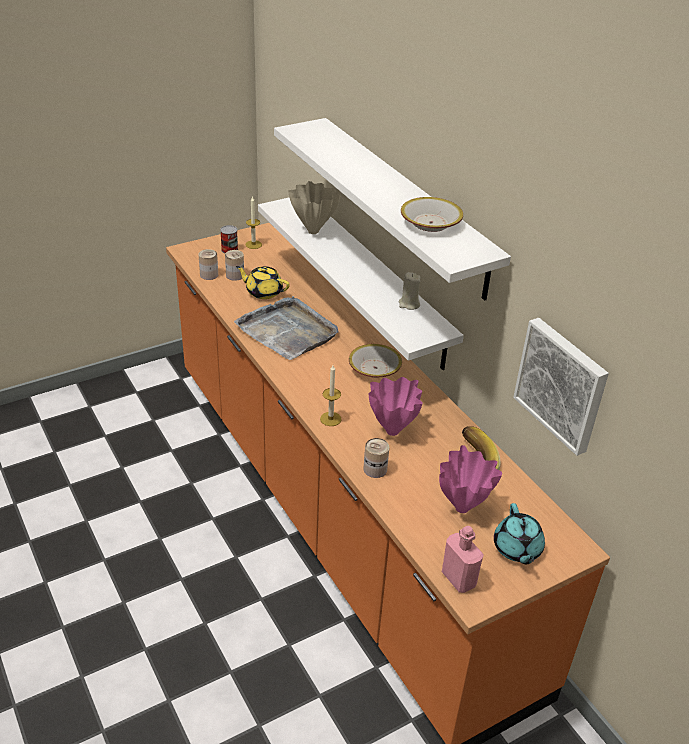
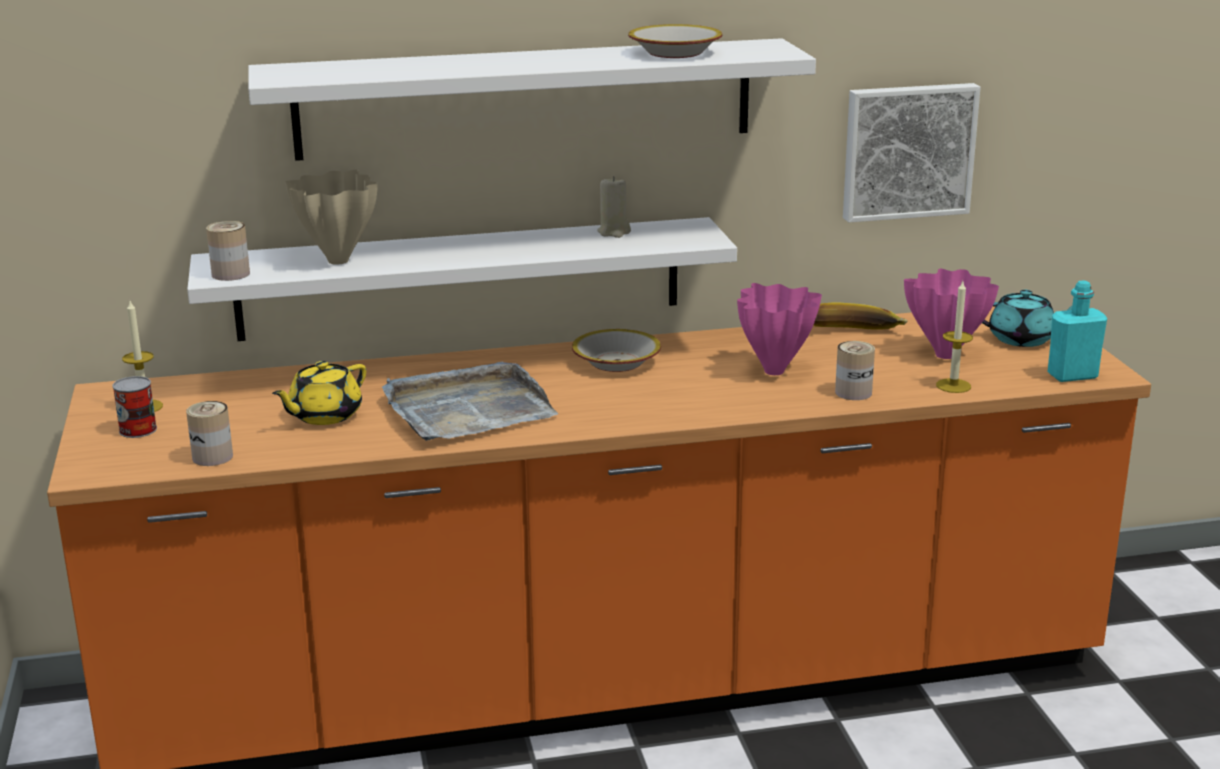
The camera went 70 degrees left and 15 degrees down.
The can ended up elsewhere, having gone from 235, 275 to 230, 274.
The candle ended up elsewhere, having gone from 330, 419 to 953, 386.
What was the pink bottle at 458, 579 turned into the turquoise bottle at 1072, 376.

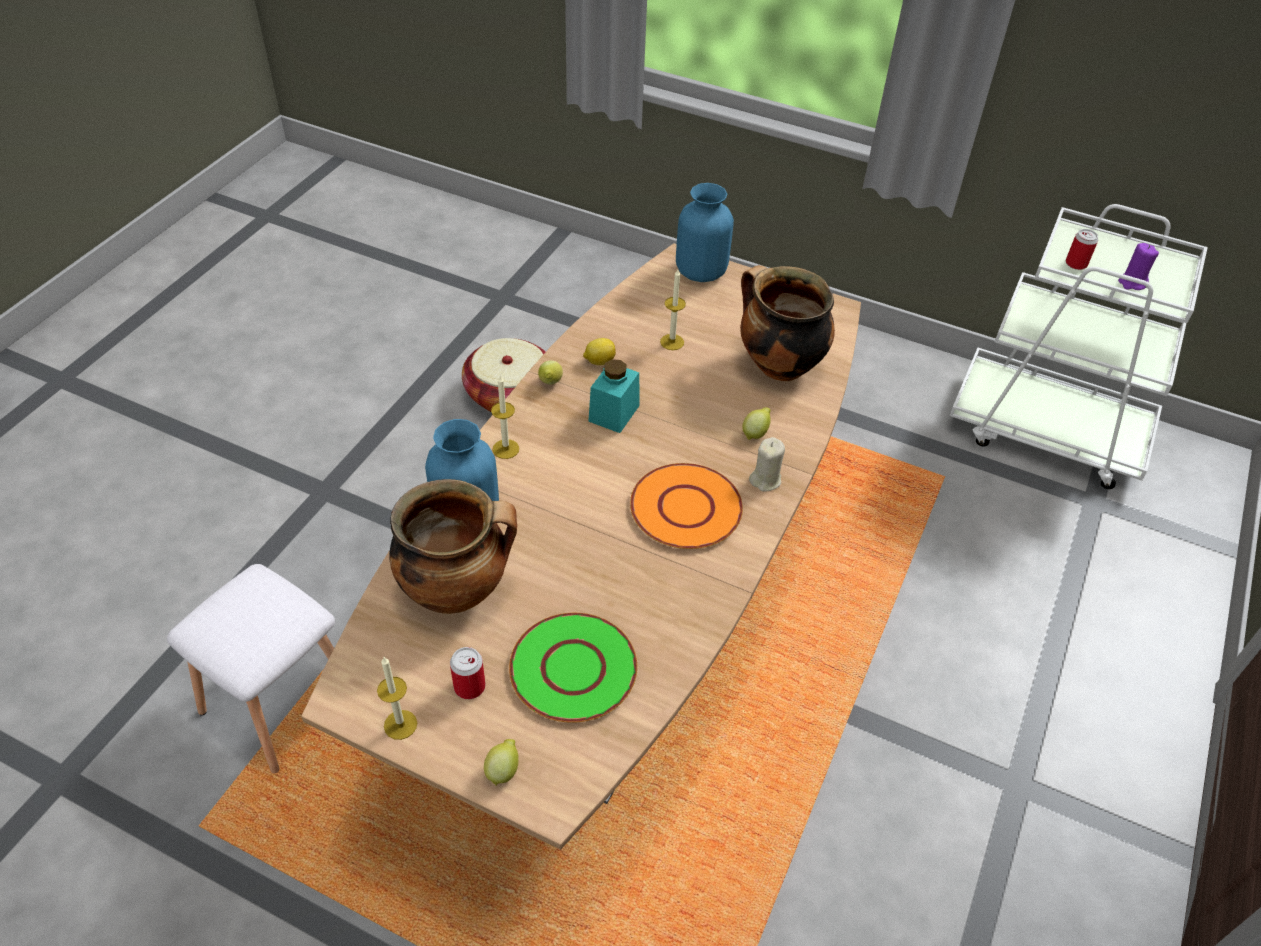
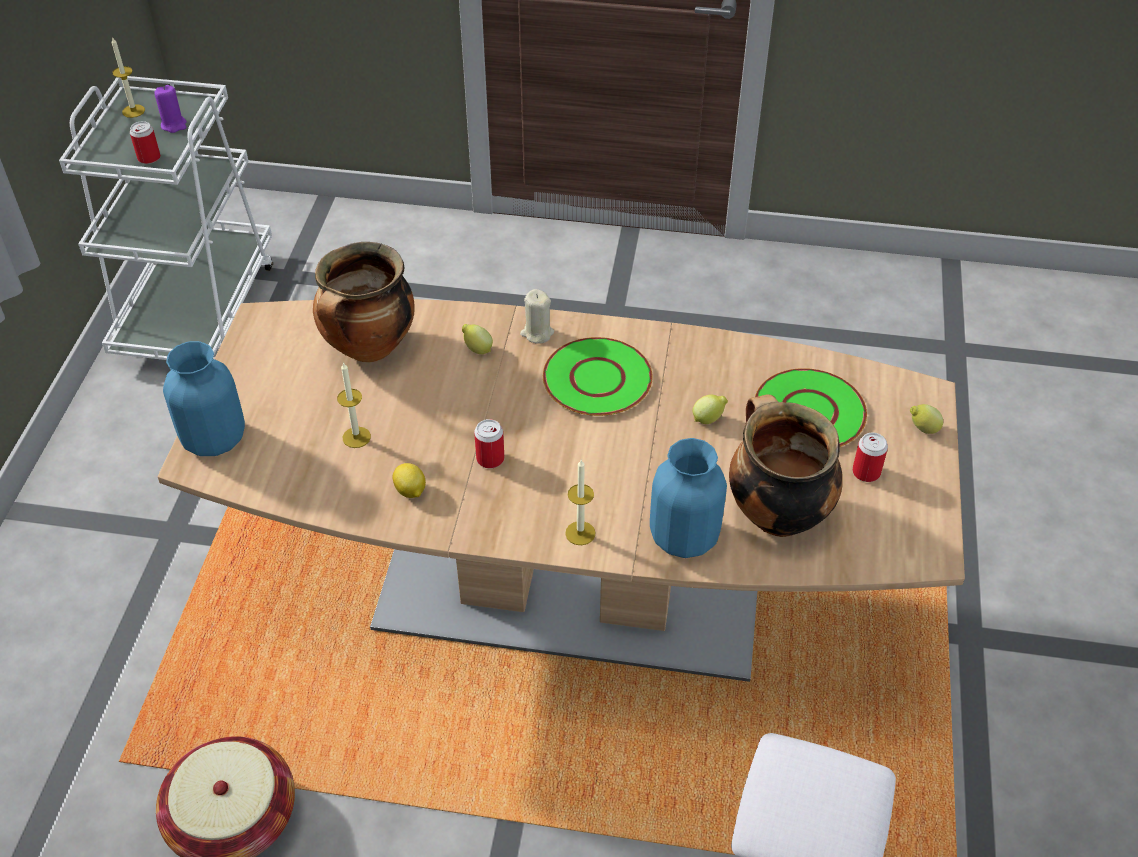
The camera went 105 degrees left and 0 degrees up.
Where the turquoise jar stood at 614, 413, the can came to stand at 490, 459.
The lemon ended up elsewhere, having gone from 550, 383 to 708, 419.
What was the orange plate at 686, 508 turned into the green plate at 597, 378.
The candle ended up elsewhere, having gone from 400, 724 to 133, 111.

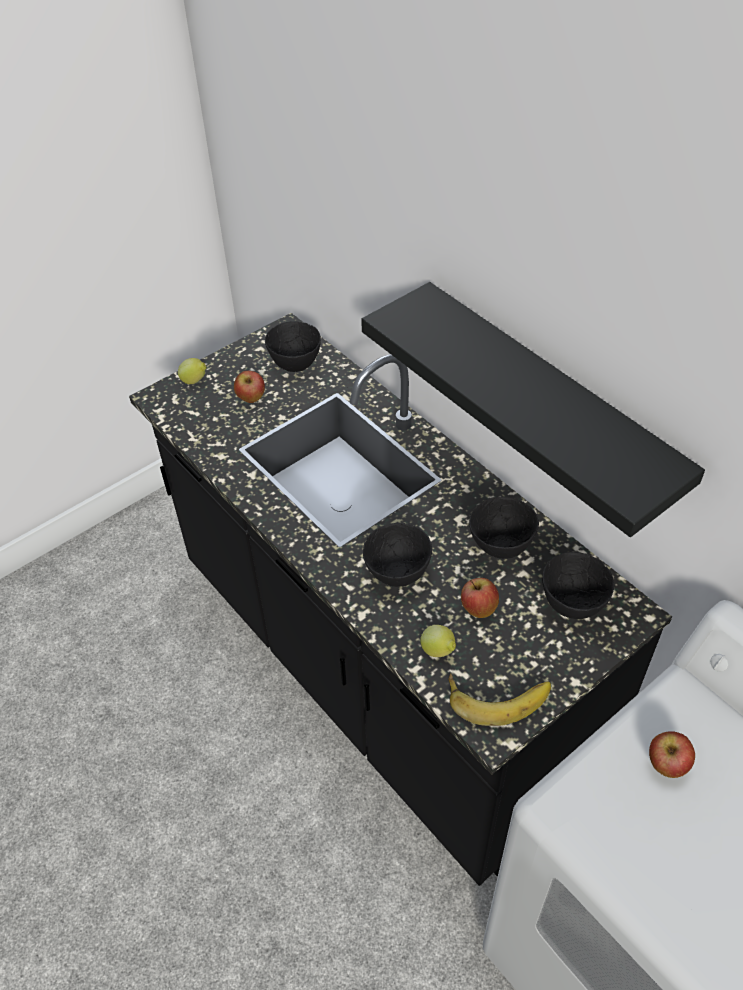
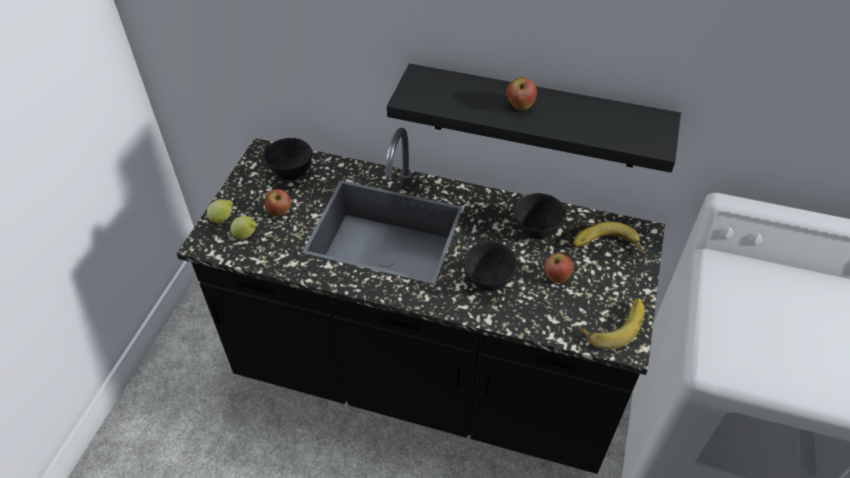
The camera went 35 degrees left and 0 degrees up.
Where the black bowl stood at 571, 605, the banana came to stand at 606, 246.
The lemon ended up elsewhere, having gone from 438, 651 to 246, 235.
The apple ended up elsewhere, having gone from 666, 765 to 520, 106.

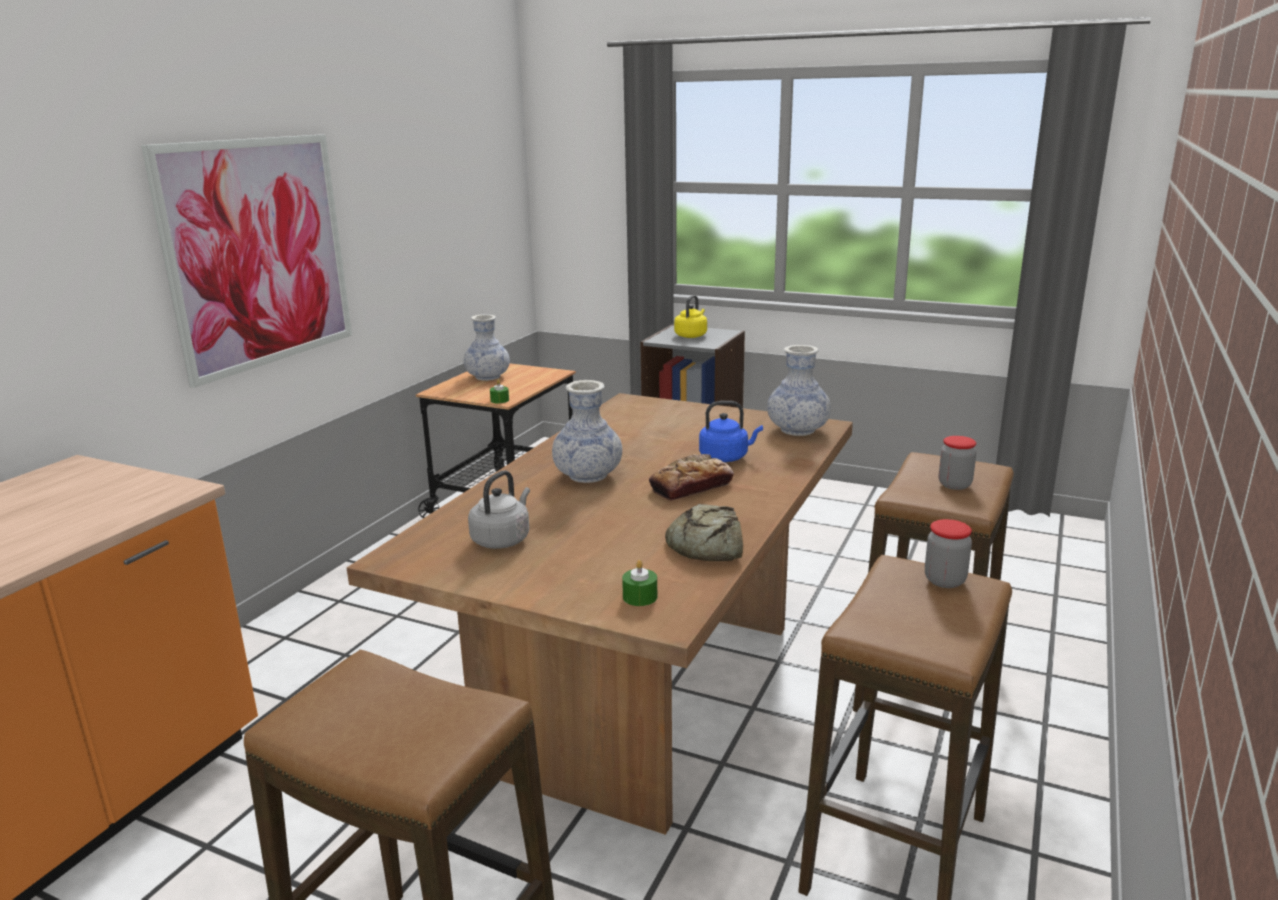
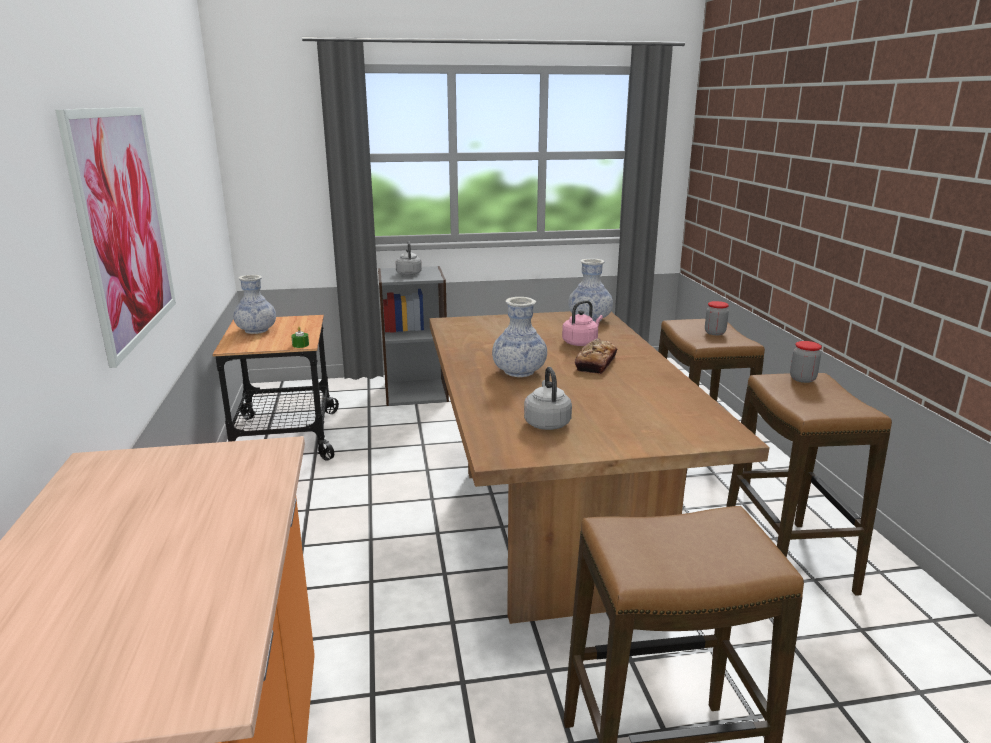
The camera went 35 degrees left and 0 degrees up.
What was the yellow kettle at 691, 335 turned into the grey kettle at 409, 273.
What was the blue kettle at 726, 457 turned into the pink kettle at 581, 343.
The second view lost the bread at 706, 545.
The second view lost the green candle at 640, 597.

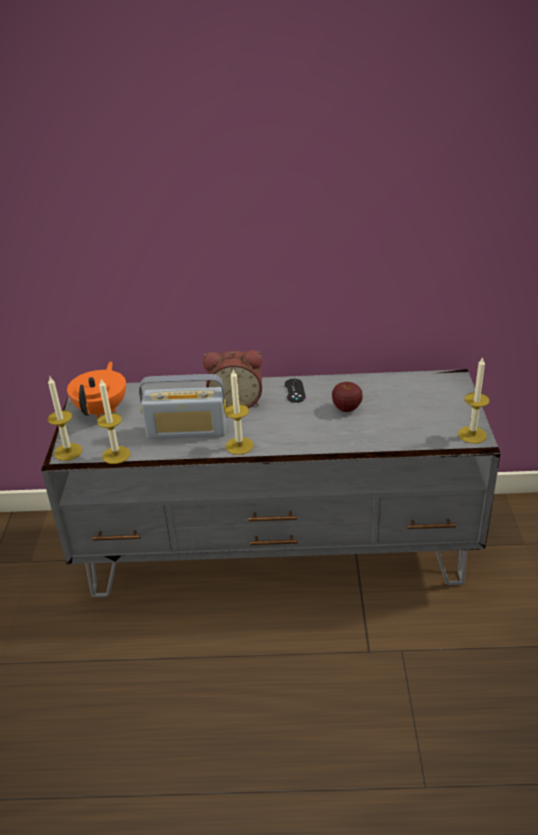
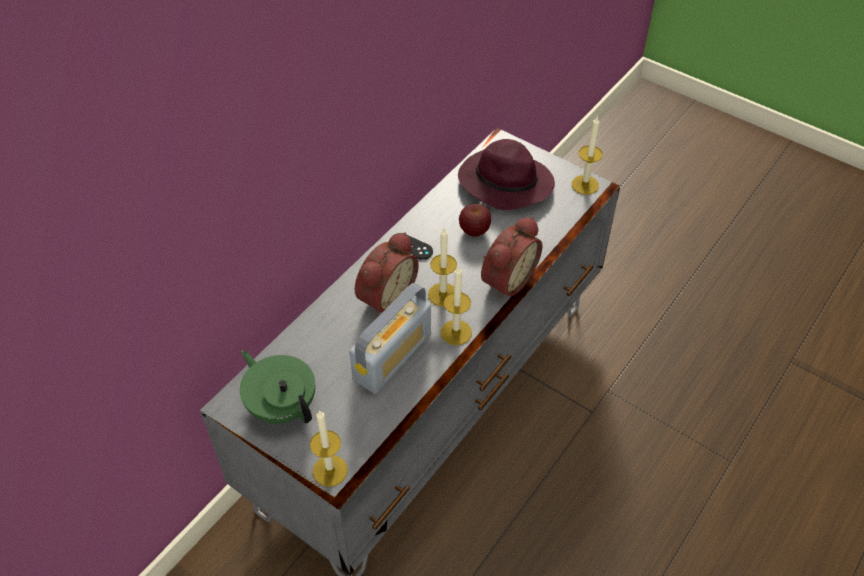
The camera went 55 degrees left and 15 degrees up.
What was the orange teapot at 102, 409 turned into the green teapot at 282, 405.
The candle ended up elsewhere, having gone from 116, 455 to 443, 294.
The second view gained the purple hat at 504, 183.
The second view gained the alarm clock at 506, 279.

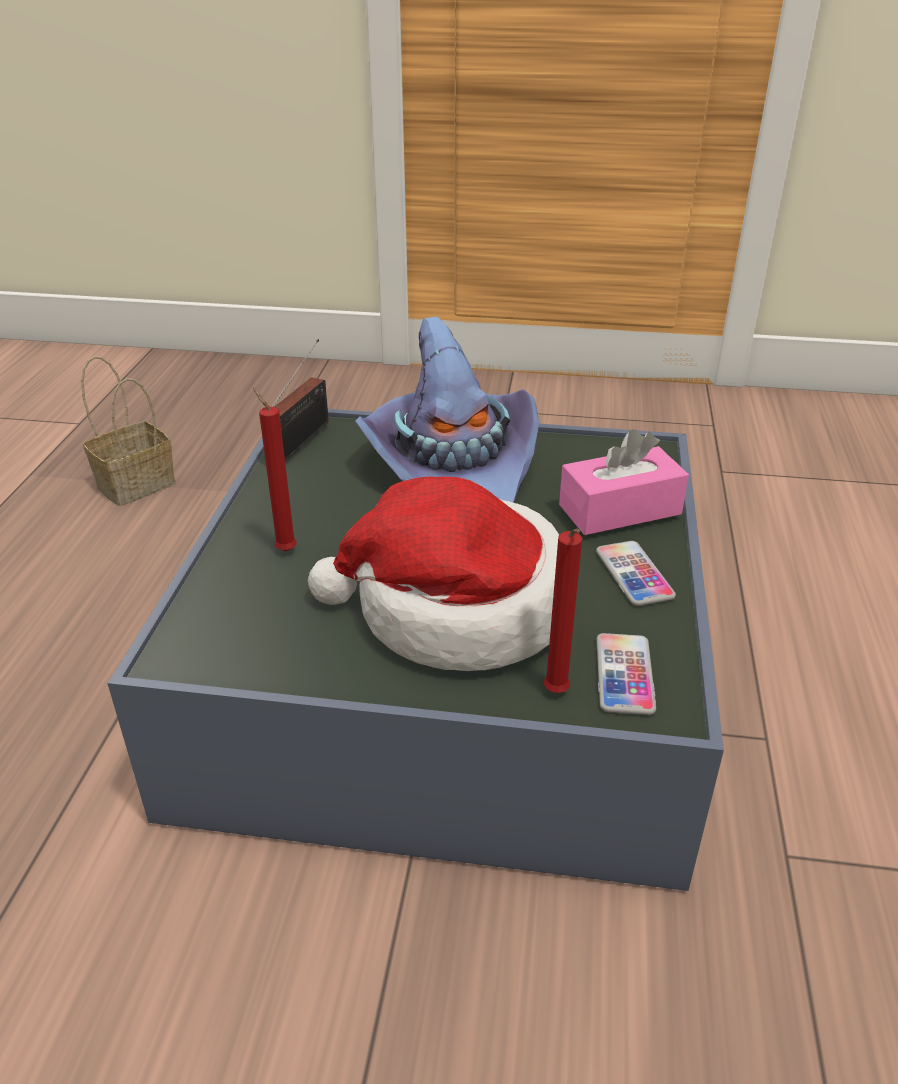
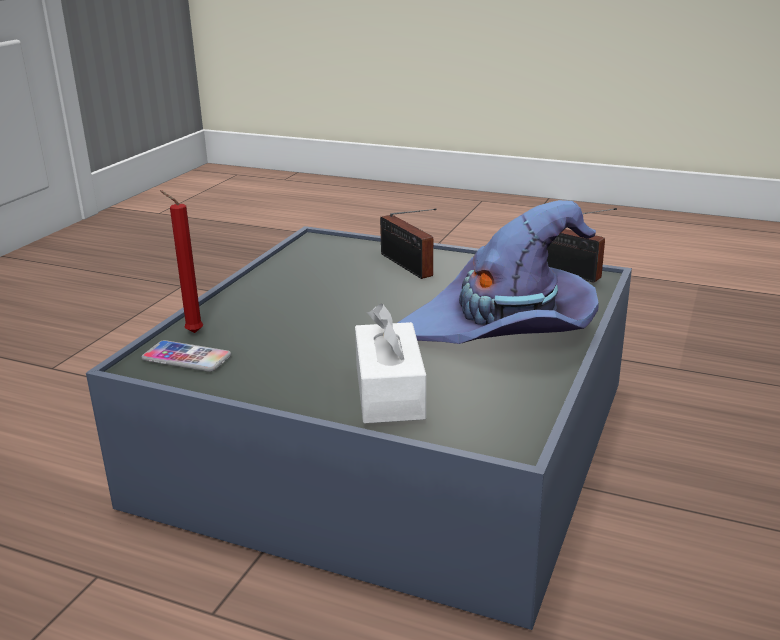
The camera went 105 degrees right and 10 degrees down.
The second view lost the basket at 138, 483.
Where the red candle stood at 284, 549, the radio came to stand at 407, 266.
What was the pink tissue box at 620, 509 turned into the white tissue box at 389, 392.
The second view lost the hat at 456, 608.
The second view lost the phone at 634, 574.

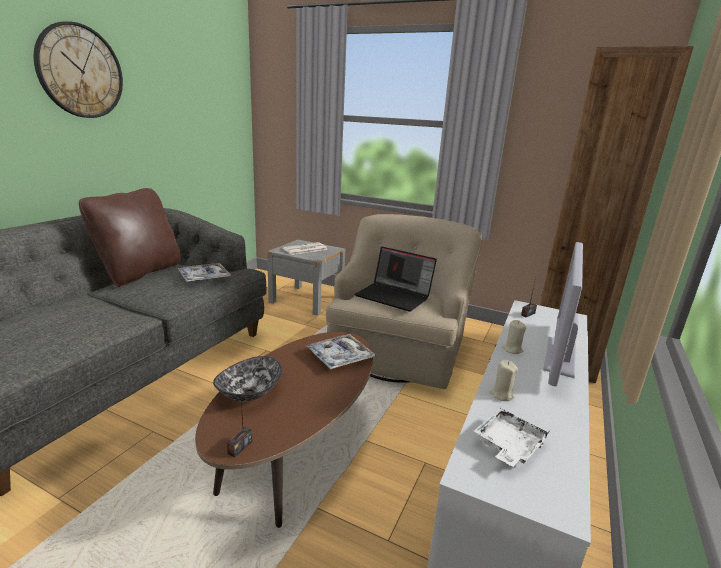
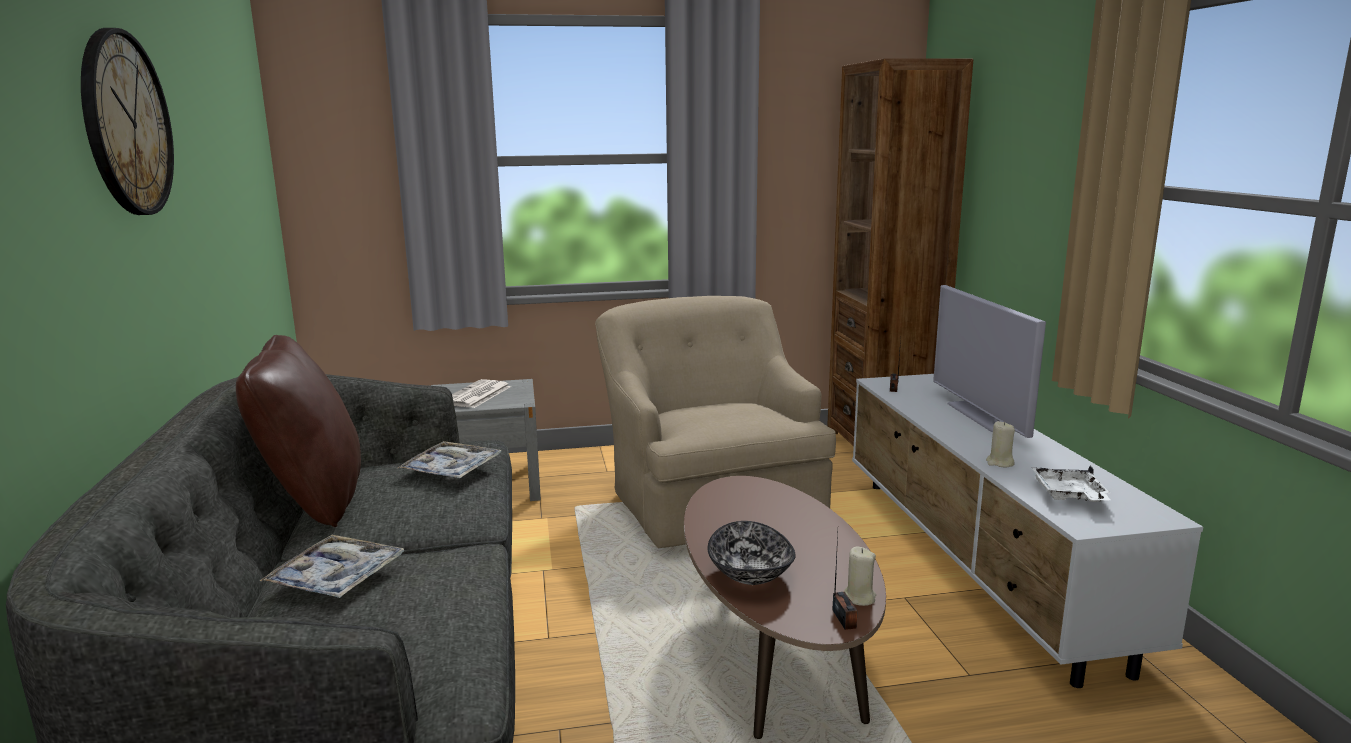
The camera went 35 degrees left and 5 degrees down.
The second view lost the laptop at 395, 296.
The beige candle ended up elsewhere, having gone from 512, 349 to 859, 598.
The tray ended up elsewhere, having gone from 340, 357 to 336, 577.

